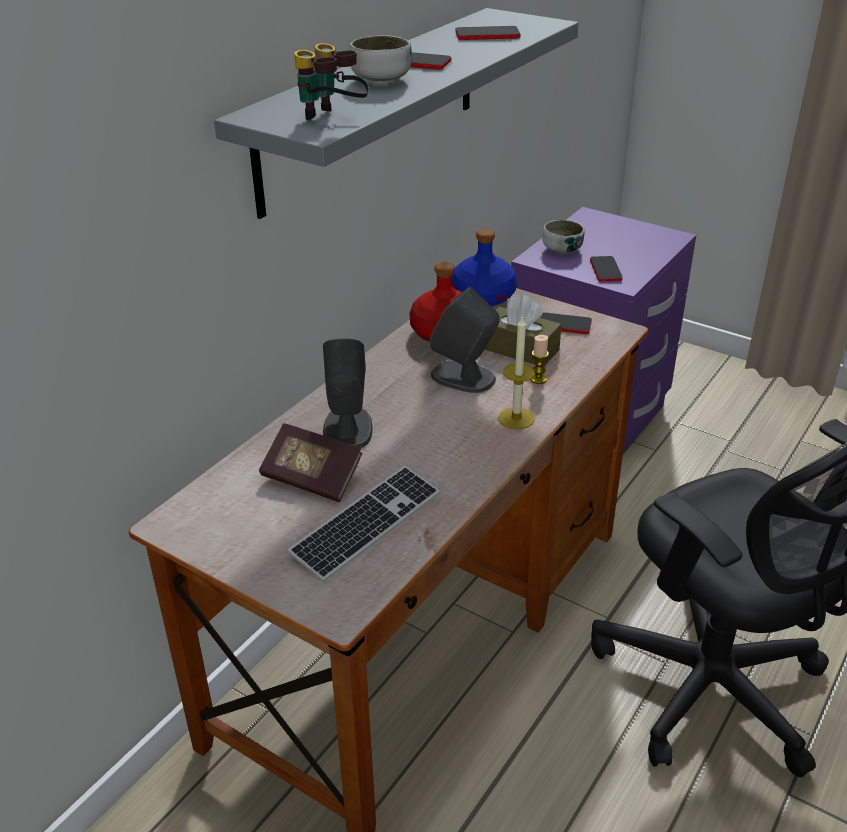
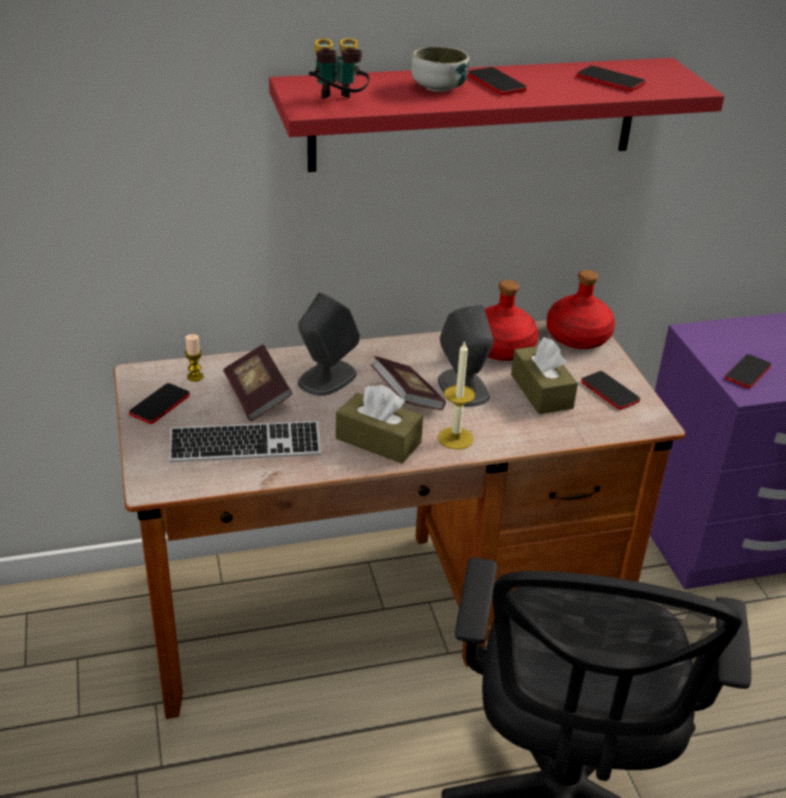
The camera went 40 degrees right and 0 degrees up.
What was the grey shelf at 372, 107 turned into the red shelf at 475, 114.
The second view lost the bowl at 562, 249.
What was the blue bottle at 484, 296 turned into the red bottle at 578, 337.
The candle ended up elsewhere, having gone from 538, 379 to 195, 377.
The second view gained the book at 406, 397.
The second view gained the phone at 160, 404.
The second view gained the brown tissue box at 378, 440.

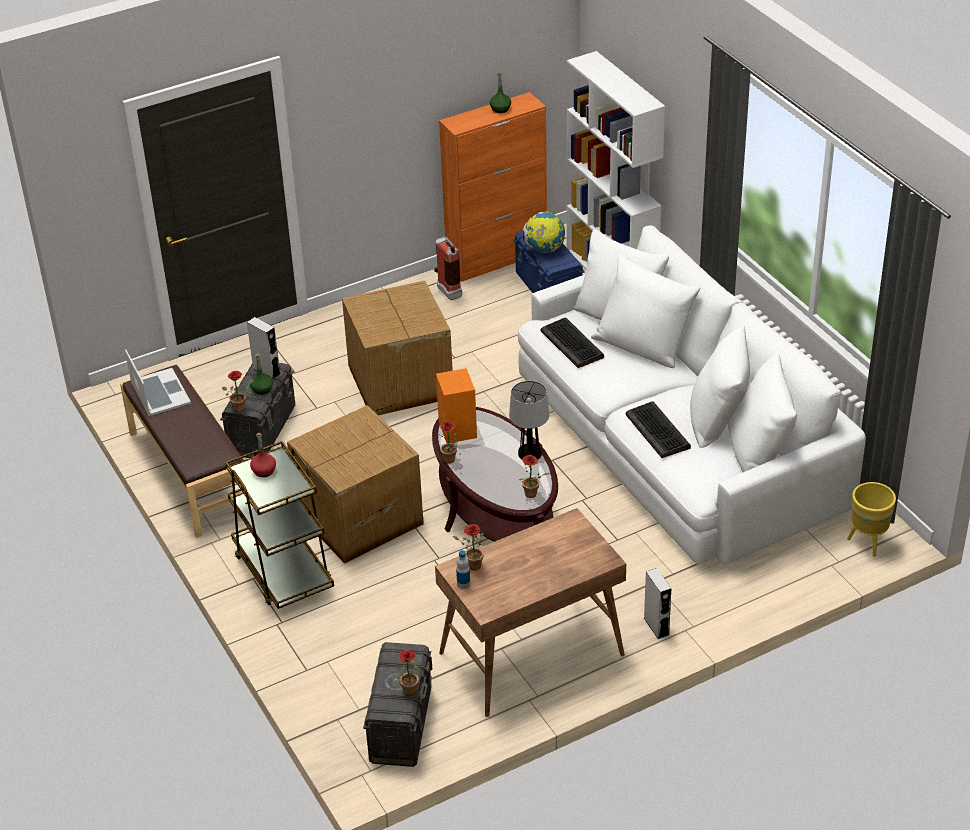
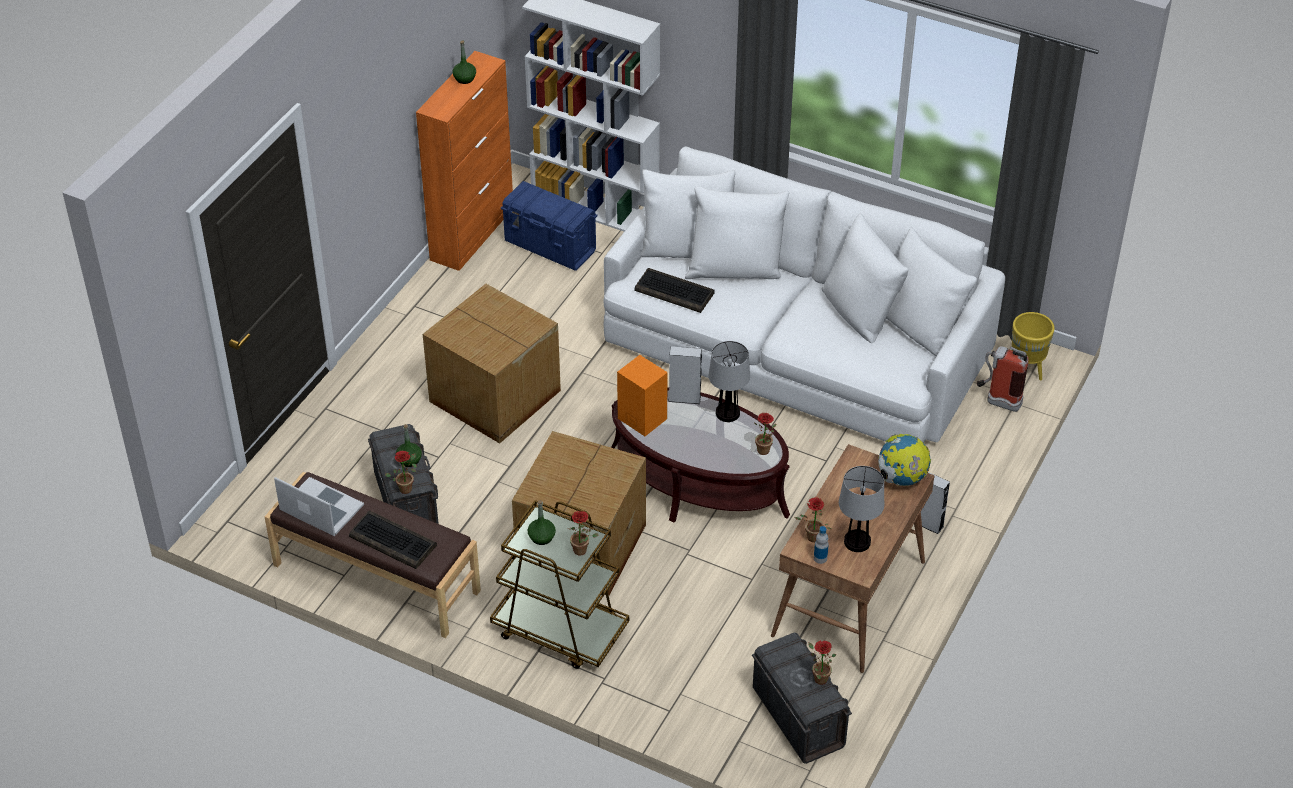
The camera went 35 degrees left and 5 degrees up.
The globe ended up elsewhere, having gone from 544, 249 to 901, 478.
The fire extinguisher ended up elsewhere, having gone from 446, 290 to 997, 401.
The grey speaker ended up elsewhere, having gone from 266, 371 to 684, 398.
The keyboard ended up elsewhere, having gone from 658, 431 to 394, 541.
The potted plant ended up elsewhere, having gone from 451, 461 to 583, 551.
What was the red bottle at 264, 471 turned into the green bottle at 541, 537.
The second view gained the table lamp at 857, 542.

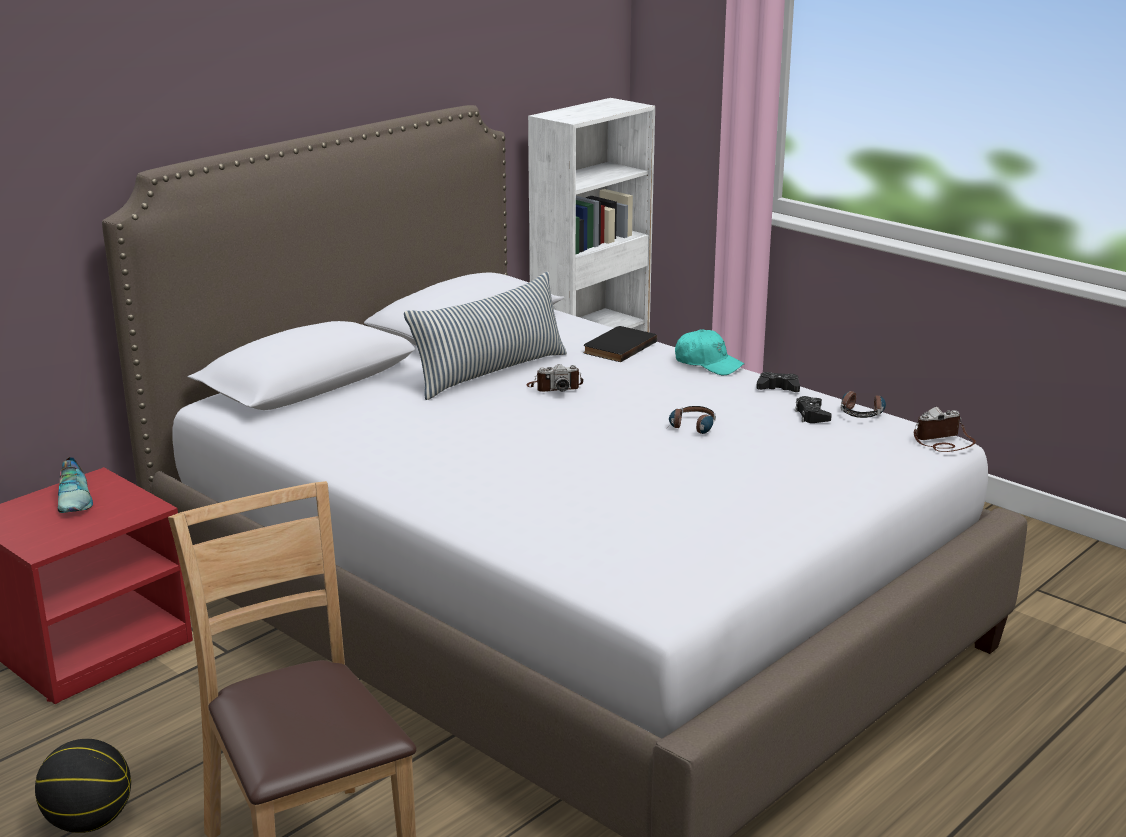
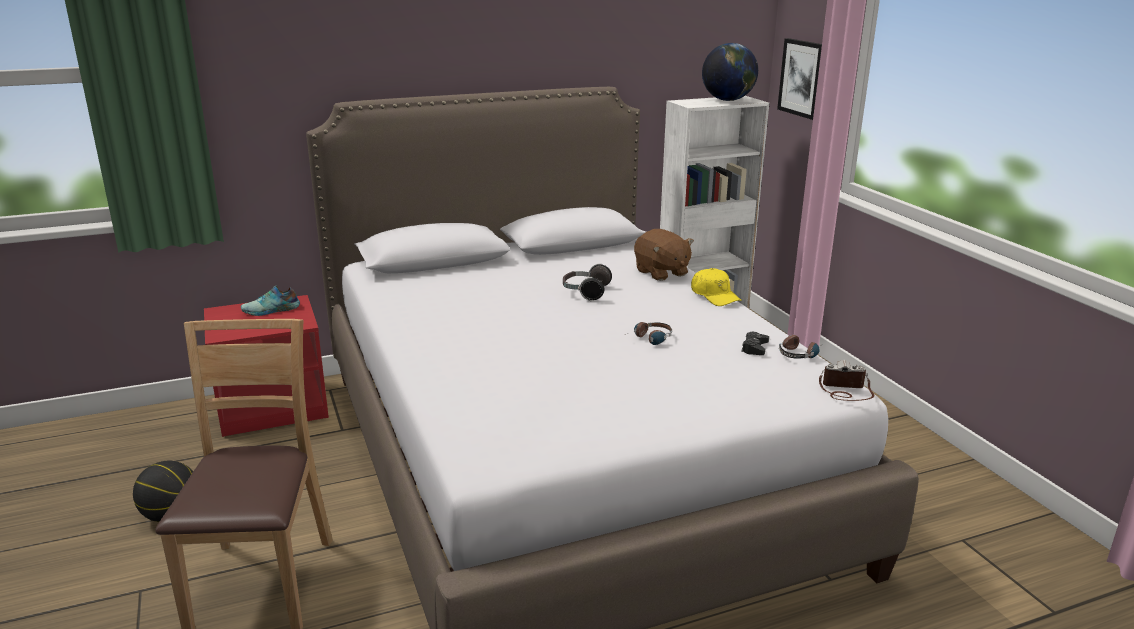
The camera went 25 degrees right and 0 degrees up.
The second view lost the pillow at 490, 372.
Where the black book stood at 617, 347, the brown plush toy came to stand at 661, 273.
What was the turquoise cap at 708, 364 turned into the yellow cap at 714, 296.
Where the photo camera stood at 554, 387, the headphones came to stand at 585, 292.
The second view lost the black game controller at 778, 388.
The shoe at 76, 499 ended up facing another way, 60 degrees clockwise from before.
The second view gained the picture at 802, 78.
The second view gained the globe at 727, 100.

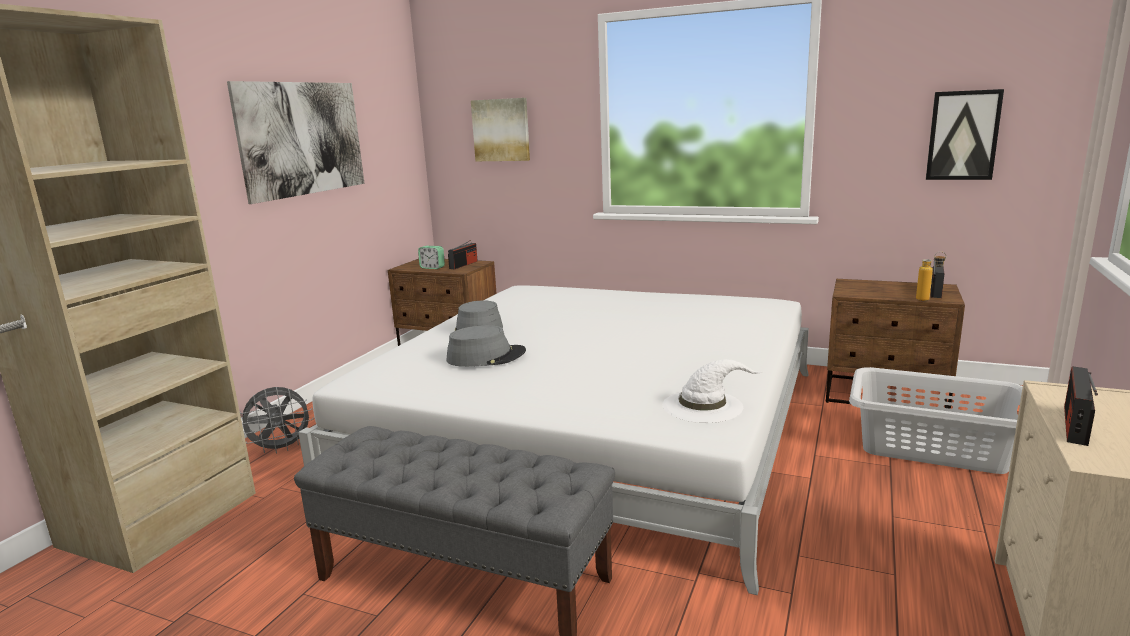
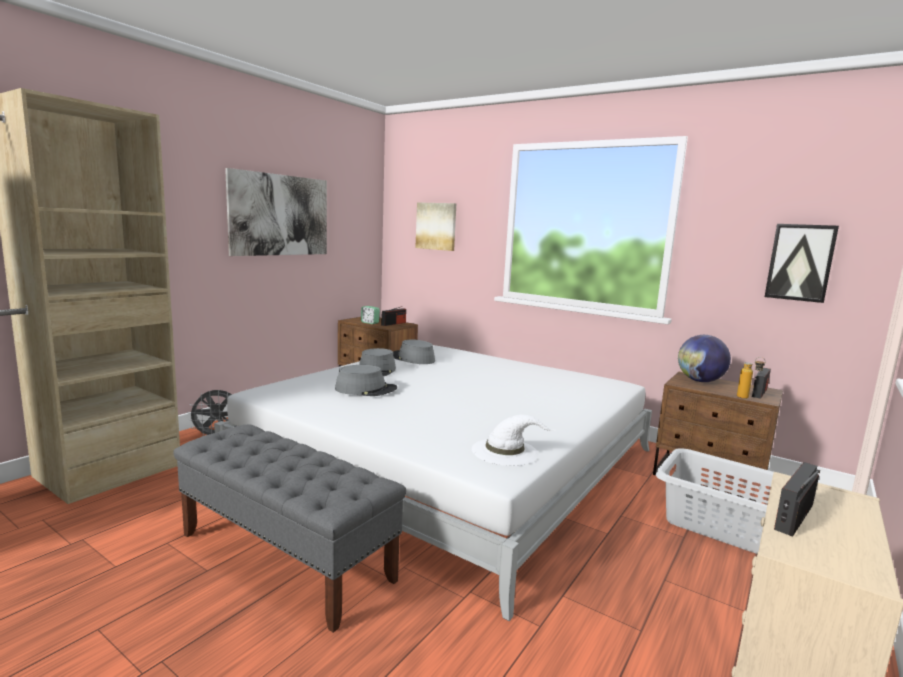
The camera went 10 degrees right and 5 degrees down.
The second view gained the globe at 700, 381.
The second view gained the grey hat at 413, 358.

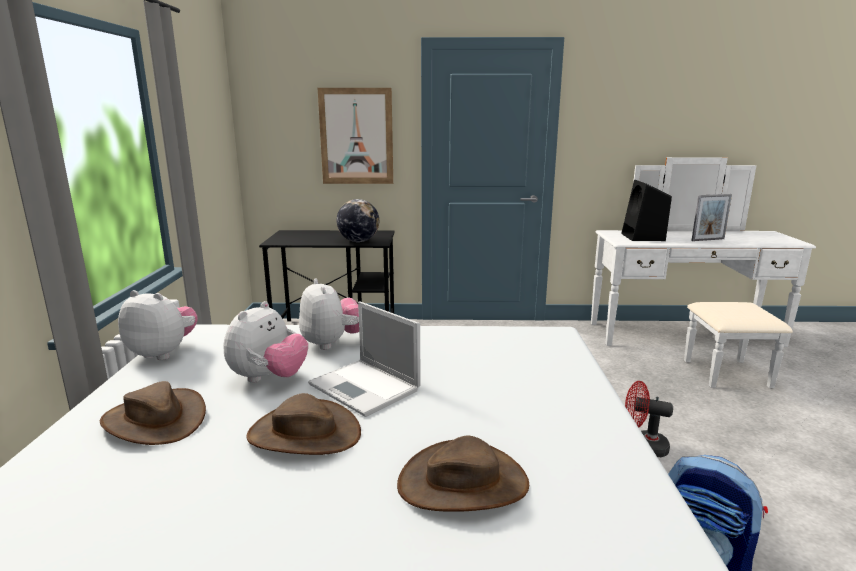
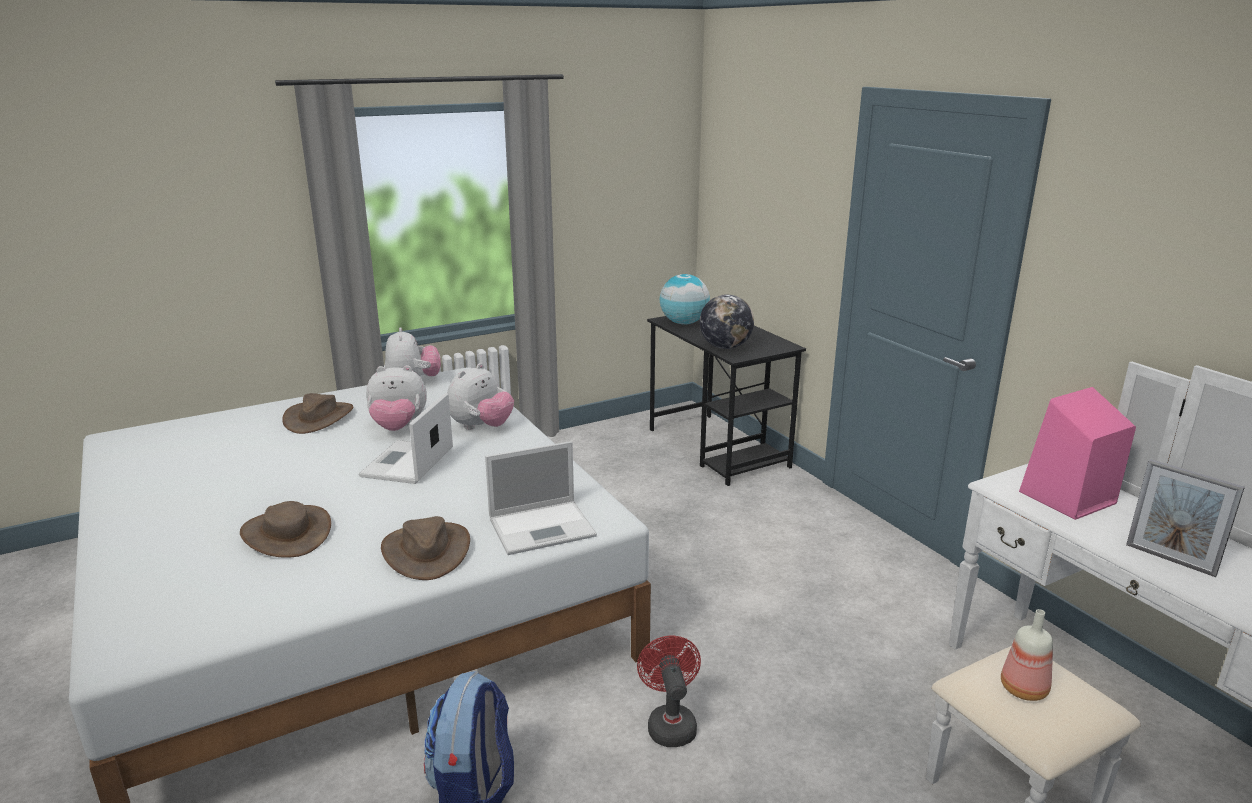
The camera went 60 degrees right and 5 degrees up.
The second view lost the picture at 356, 136.
What was the black speaker at 643, 237 turned into the pink speaker at 1066, 498.
The brown hat ended up elsewhere, having gone from 304, 434 to 426, 551.
The second view gained the globe at 684, 323.
The second view gained the laptop at 544, 527.
The second view gained the bottle at 1024, 689.

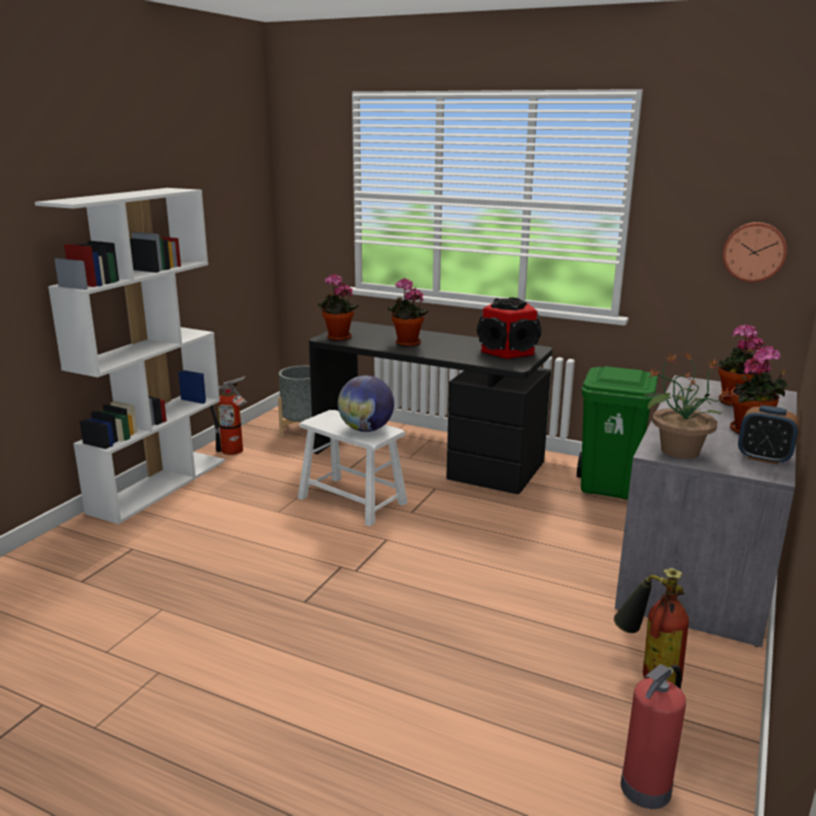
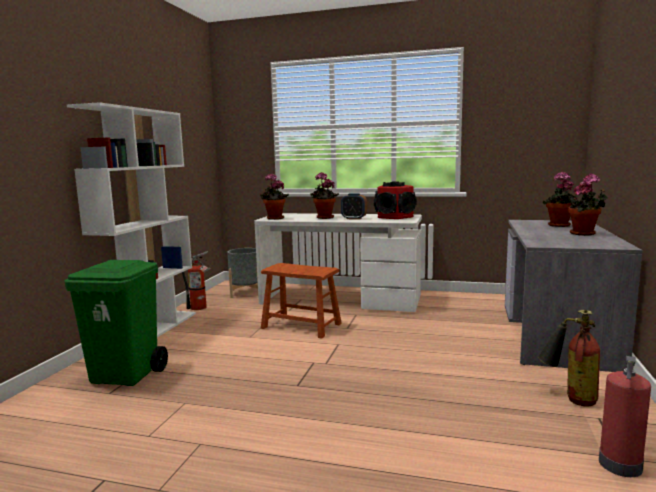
The camera went 10 degrees left and 10 degrees down.
The second view lost the wall clock at 754, 251.
What was the black desk at 427, 457 turned into the white desk at 340, 299.
The second view lost the potted plant at 678, 450.
The green trash can ended up elsewhere, having gone from 609, 487 to 126, 375.
The second view lost the globe at 366, 429.
The alarm clock ended up elsewhere, having gone from 763, 458 to 354, 218.
What was the white stool at 352, 500 turned into the brown stool at 301, 326.

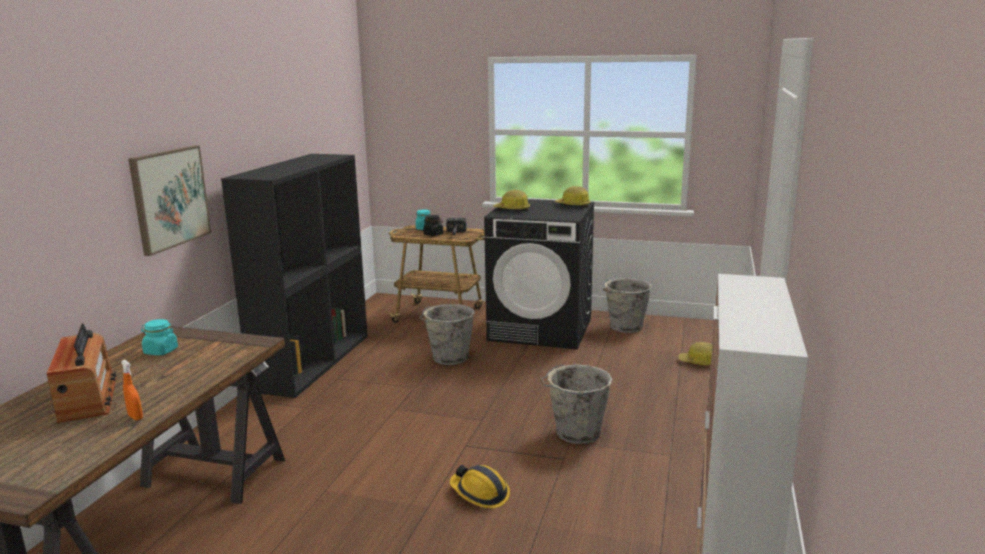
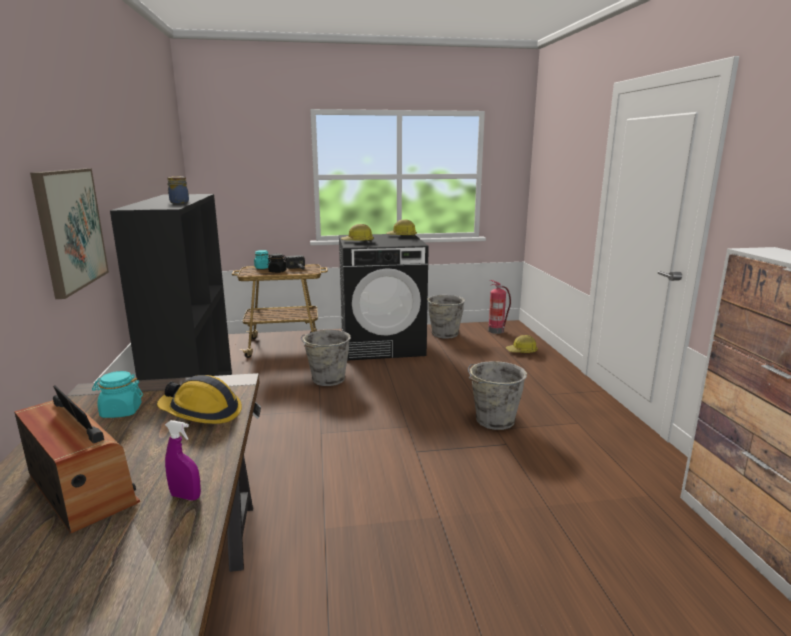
The camera went 25 degrees left and 0 degrees up.
What was the orange spray bottle at 135, 417 turned into the purple spray bottle at 185, 496.
The hard hat ended up elsewhere, having gone from 480, 493 to 201, 412.
The second view gained the jar at 178, 202.
The second view gained the fire extinguisher at 496, 331.

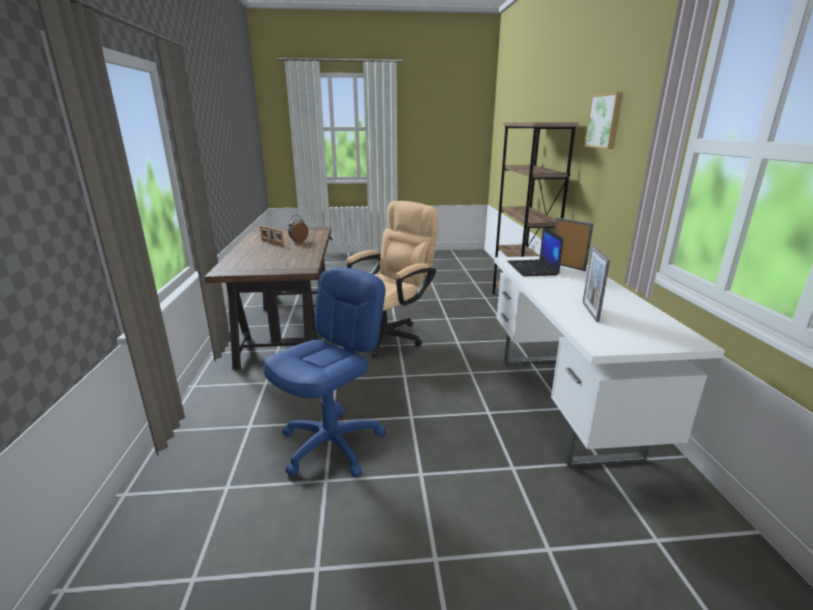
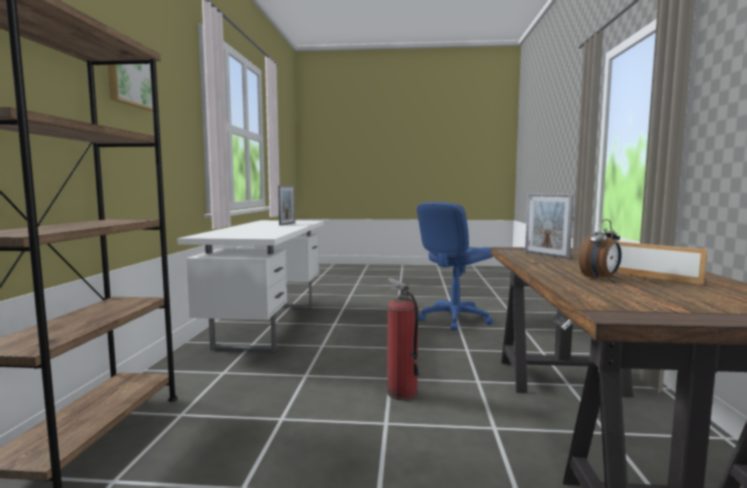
The camera went 170 degrees left and 15 degrees down.
Where the beige office chair stood at 389, 335, the fire extinguisher came to stand at 401, 393.
The picture frame ended up elsewhere, having gone from 567, 266 to 546, 255.
The second view lost the laptop at 533, 268.

